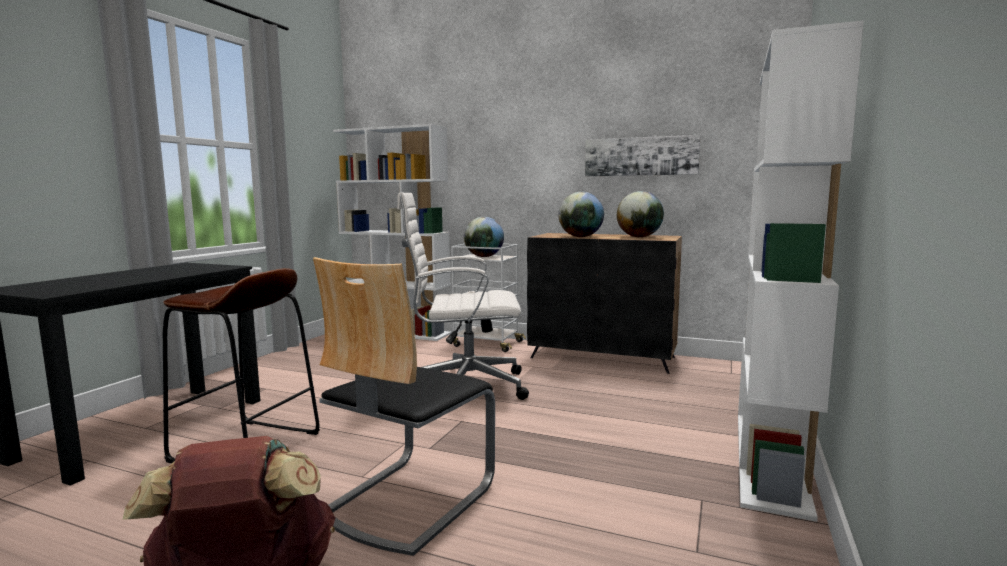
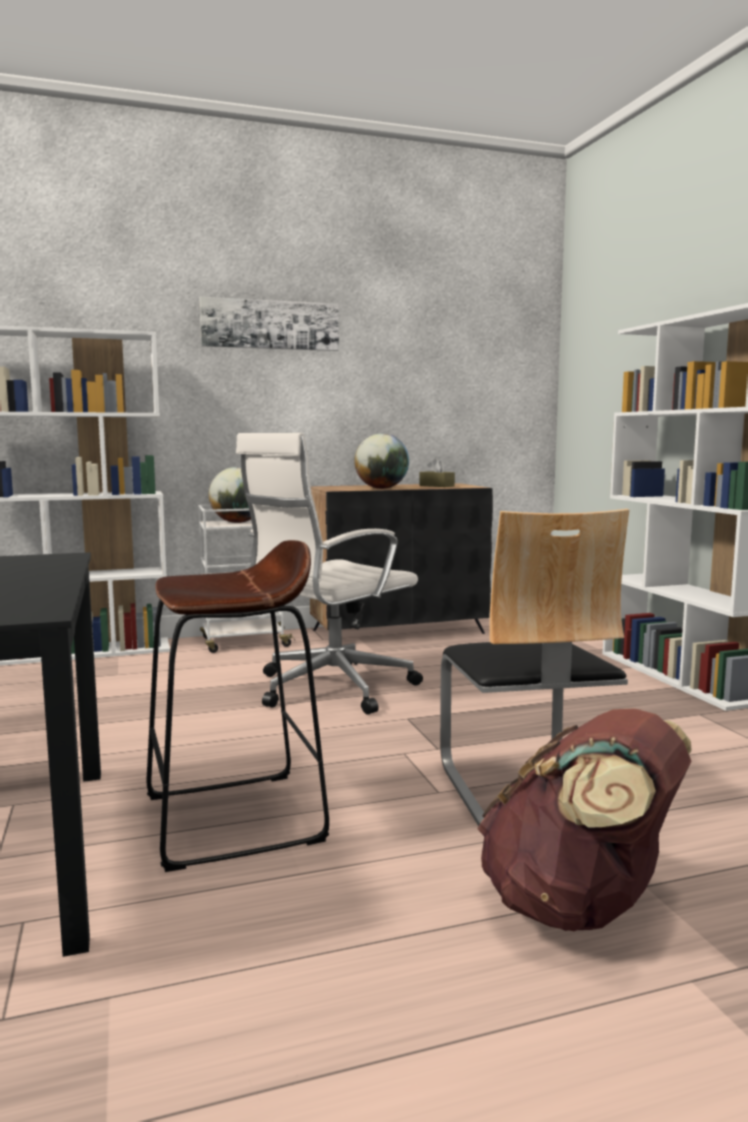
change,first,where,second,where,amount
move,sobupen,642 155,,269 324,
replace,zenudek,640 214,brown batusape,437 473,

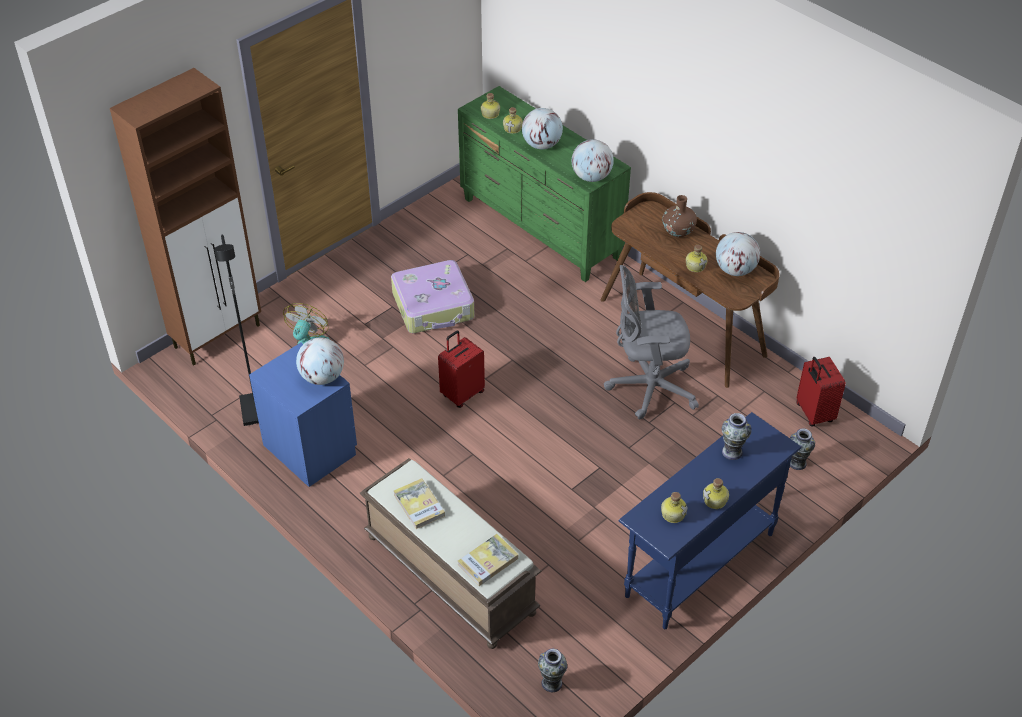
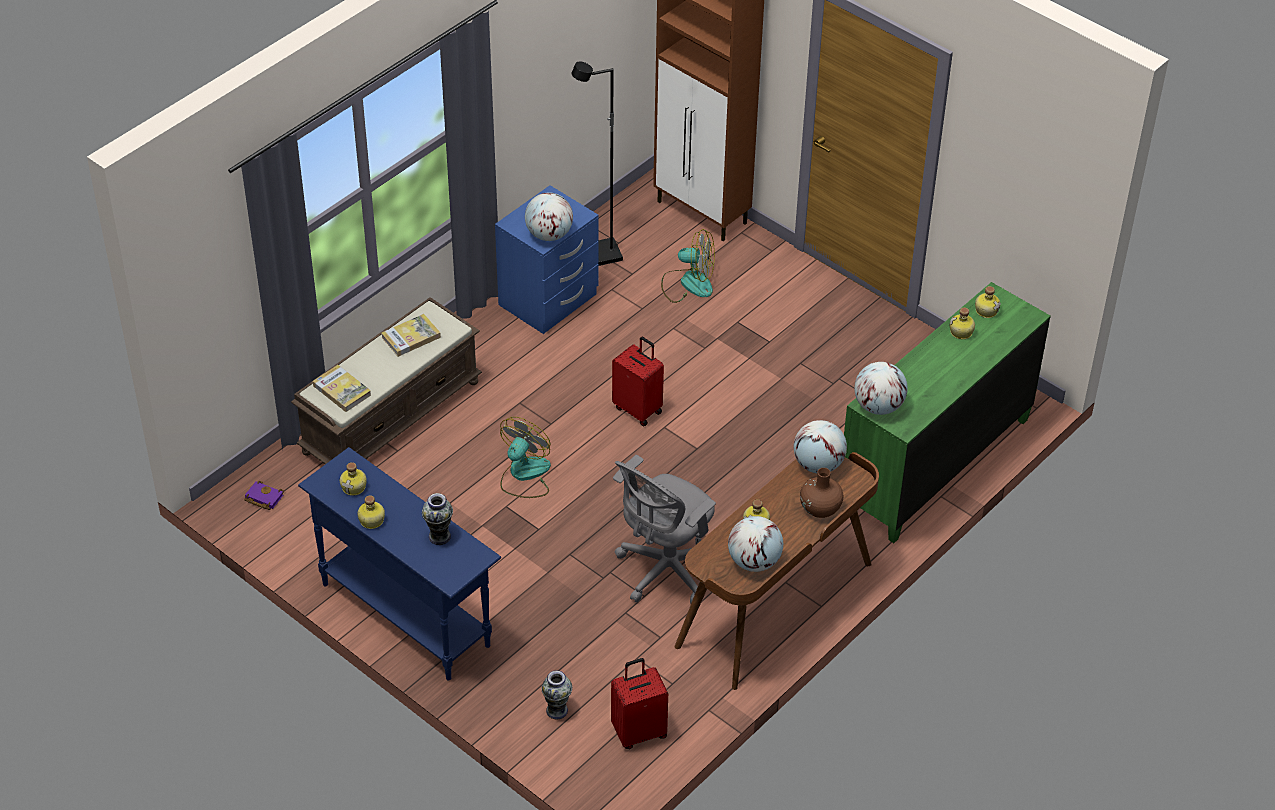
change,first,where,second,where,amount
move,zenudek,542 128,,820 446,
delete,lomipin,433 296,,,
rotate,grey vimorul,651 342,,664 529,135 degrees counterclockwise
replace,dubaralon,552 670,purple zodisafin,264 495,
insert,,,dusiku,525 457,

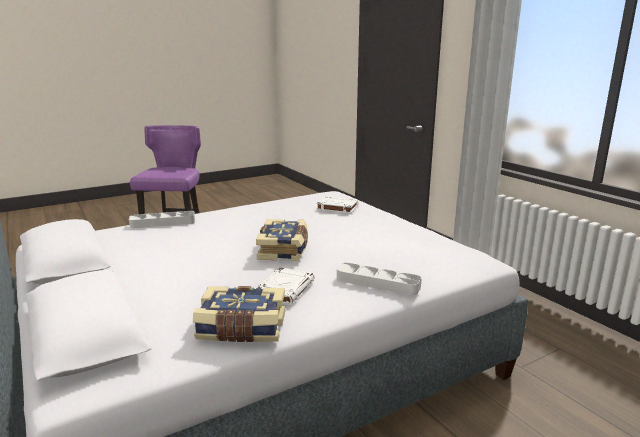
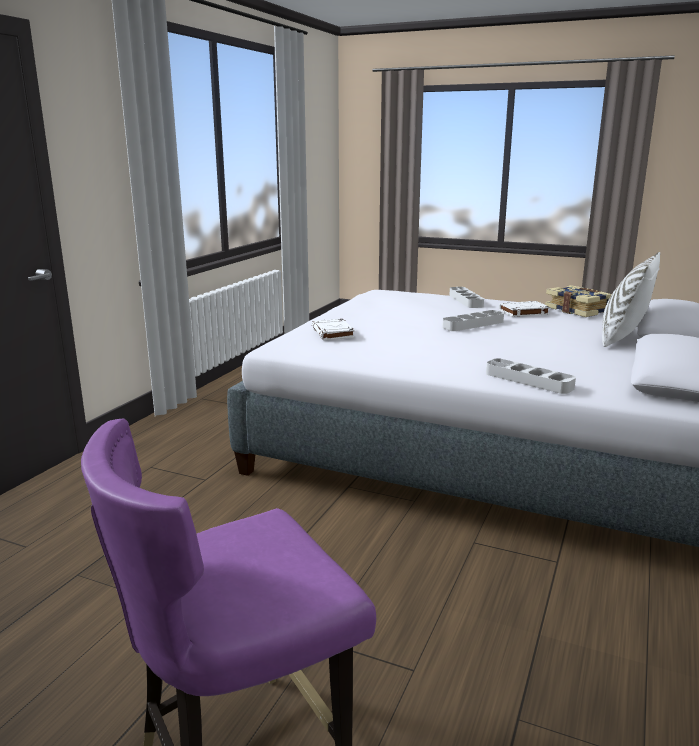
change,first,where,second,where,amount
replace,zodisafin,282 240,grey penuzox,473 320,
insert,,,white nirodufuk,631 299,

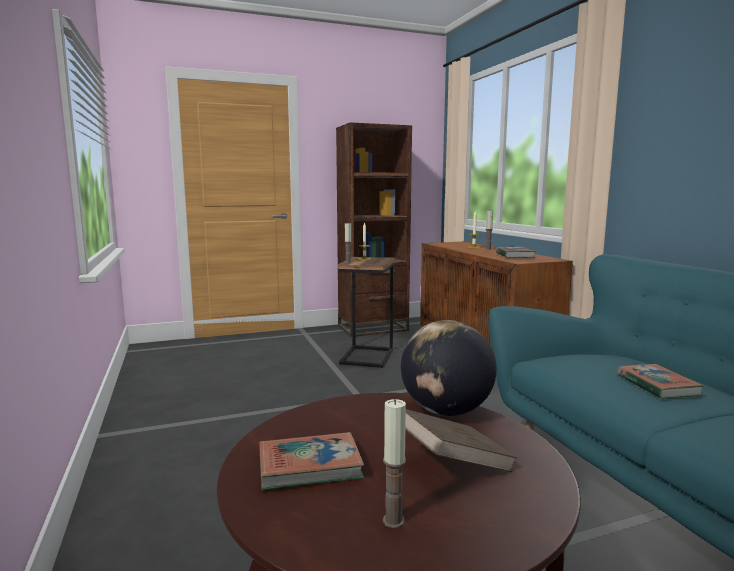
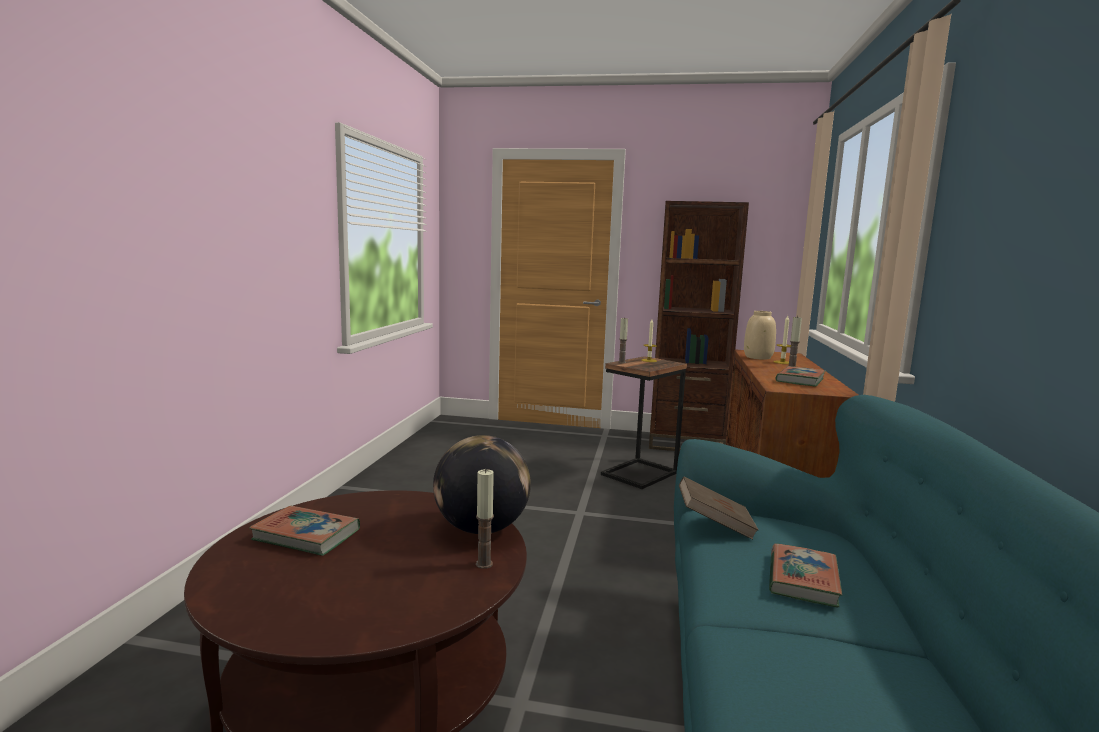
change,first,where,second,where,amount
move,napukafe,394 463,,485 519,
move,brown zodisafin,461 440,,719 508,
insert,,,beige dubaralon,760 335,

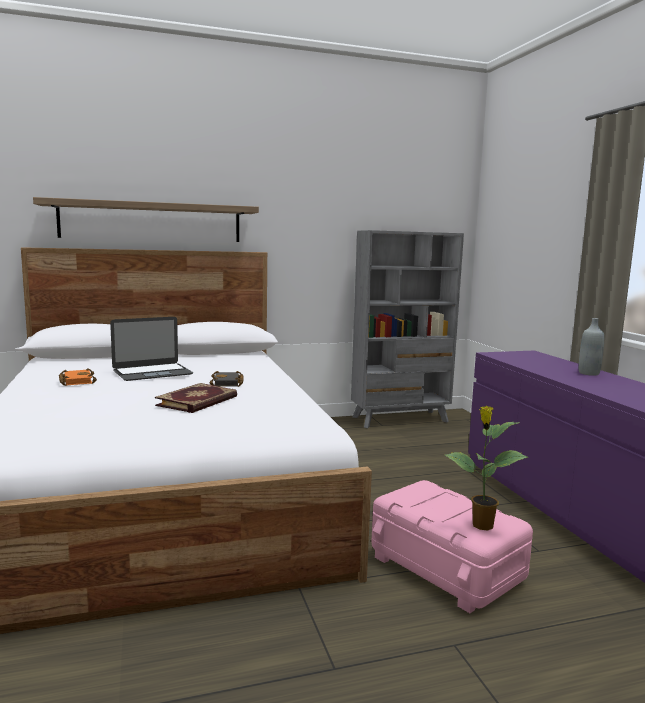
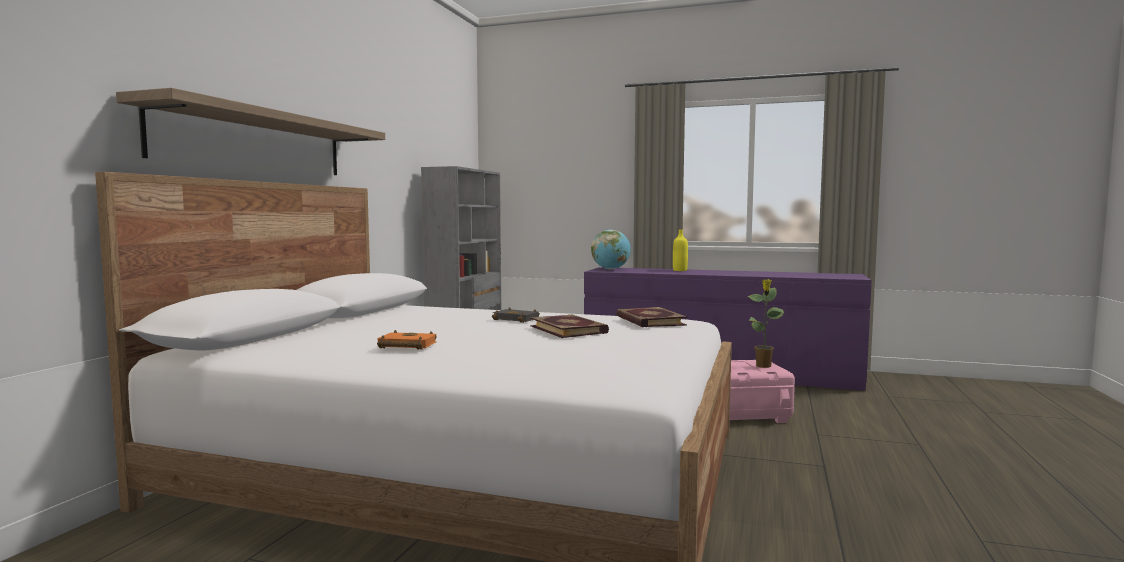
change,first,where,second,where,amount
delete,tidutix,151 349,,,
recolor,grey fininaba,591 347,yellow fininaba,680 250,
insert,,,zenudek,611 250,
insert,,,zodisafin,651 317,

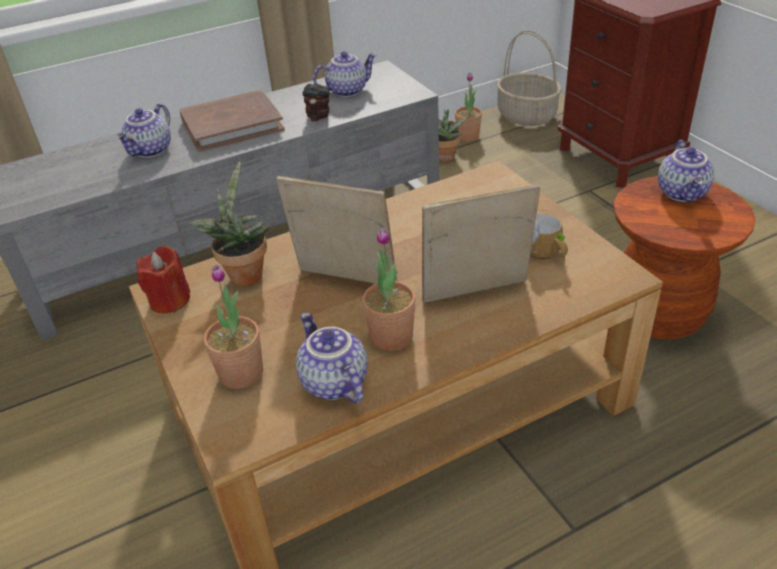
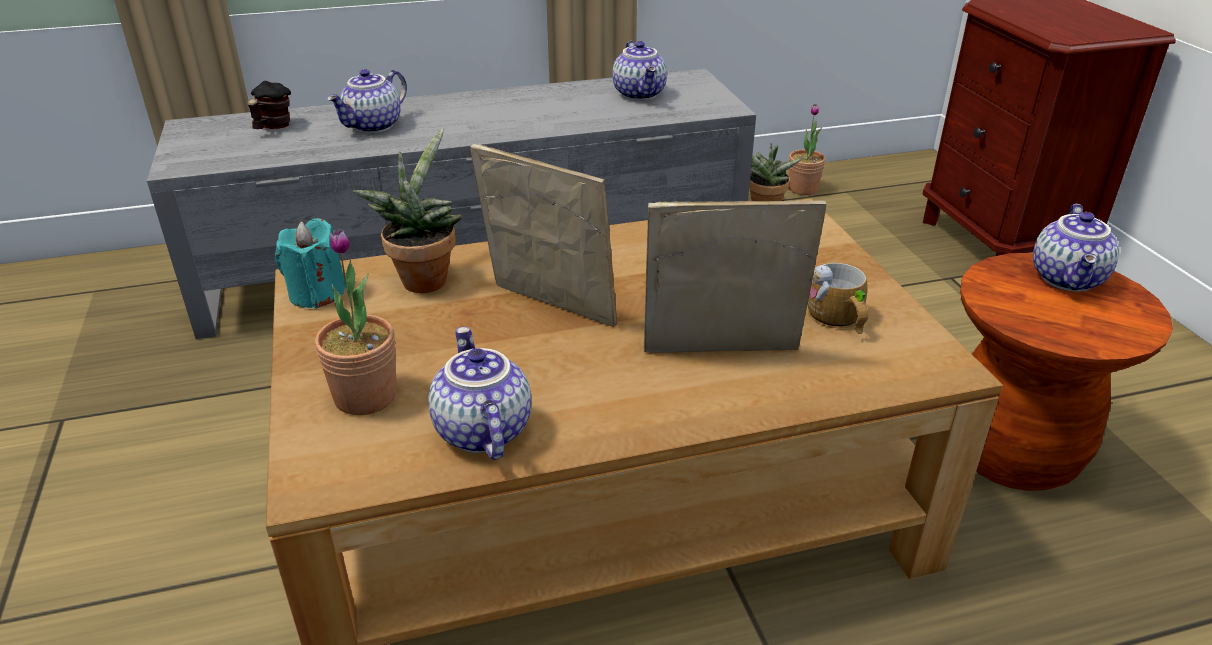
change,first,where,second,where,amount
delete,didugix,529 78,,,
rotate,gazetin,344 74,,640 71,90 degrees clockwise
move,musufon,316 102,,269 105,
delete,brown zodisafin,232 121,,,
delete,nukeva,389 289,,,
recolor,red napukafe,163 279,turquoise napukafe,310 263,

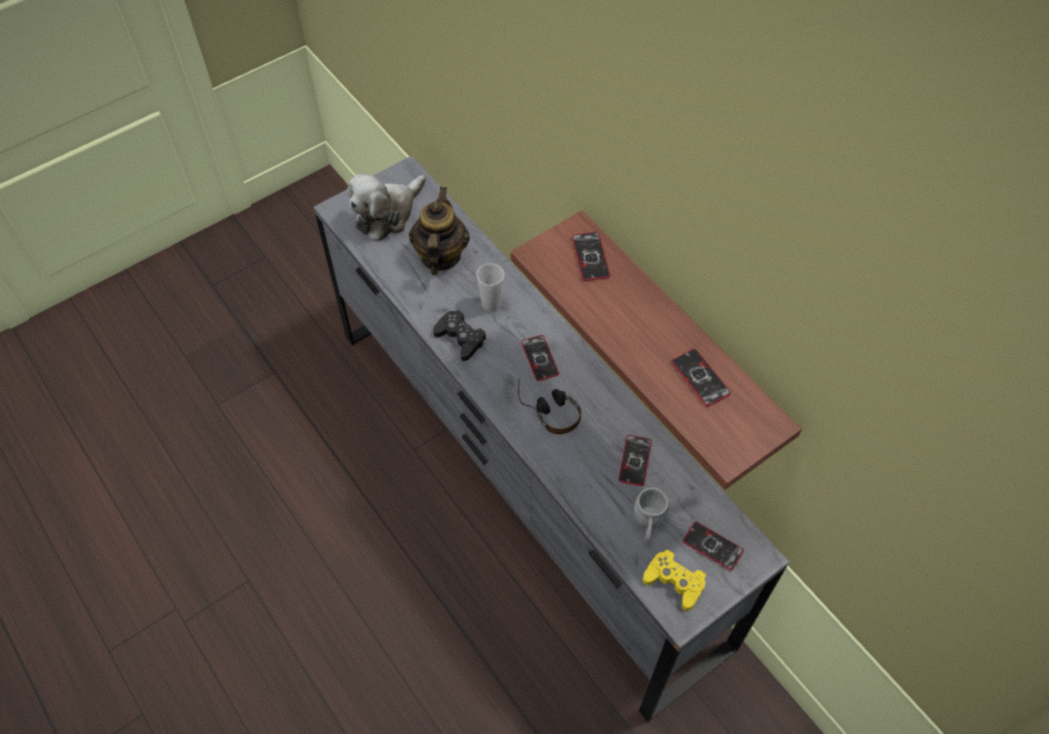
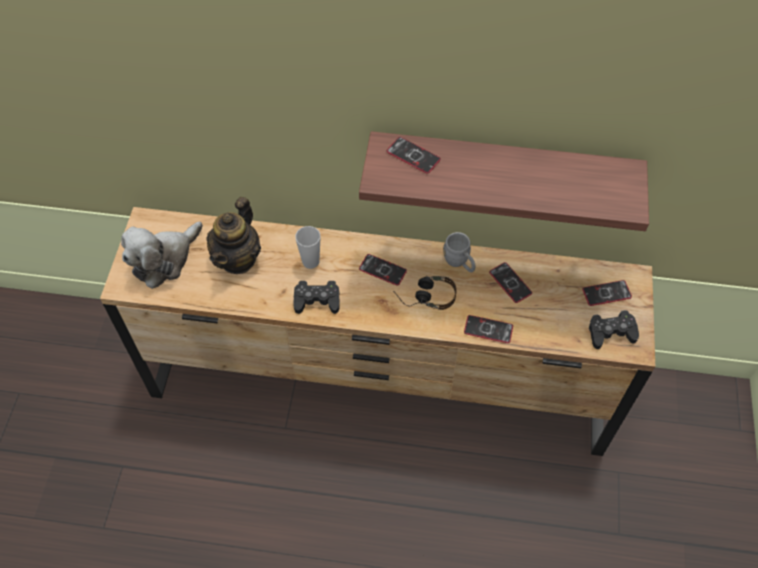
change,first,where,second,where,amount
recolor,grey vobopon,551 439,brown vobopon,377 331,
rotate,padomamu,386 208,,162 255,45 degrees clockwise
rotate,gazetin,439 231,,233 235,120 degrees counterclockwise
move,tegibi,701 378,,488 329,
move,grey musufon,651 515,,459 252,
recolor,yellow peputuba,674 580,black peputuba,614 329,

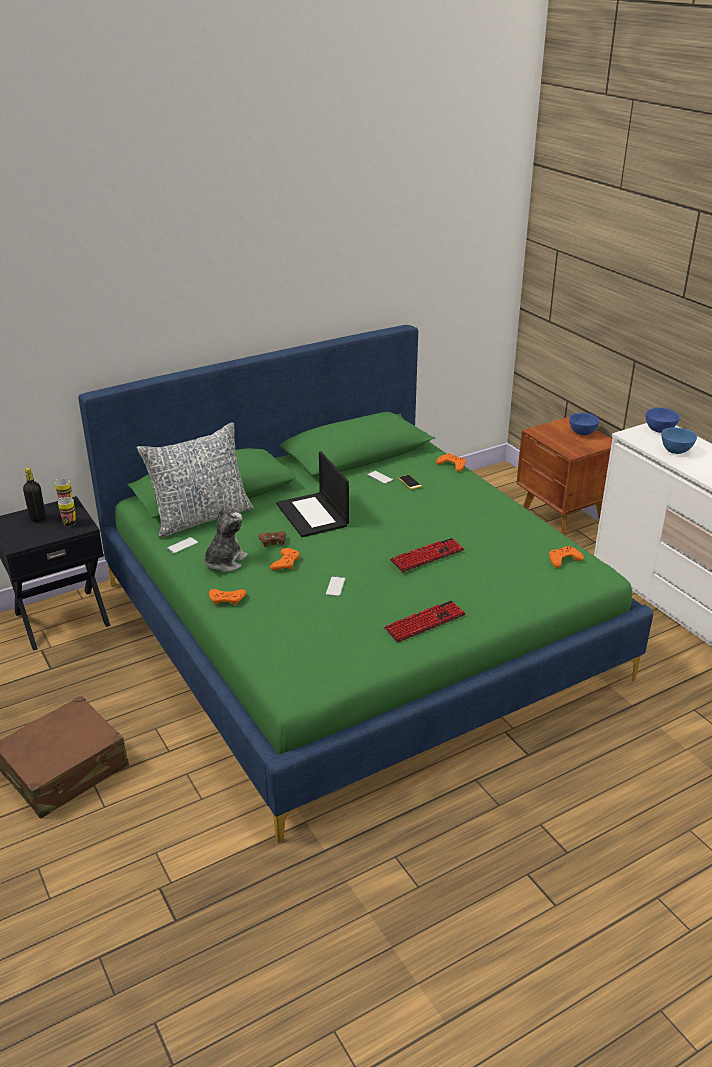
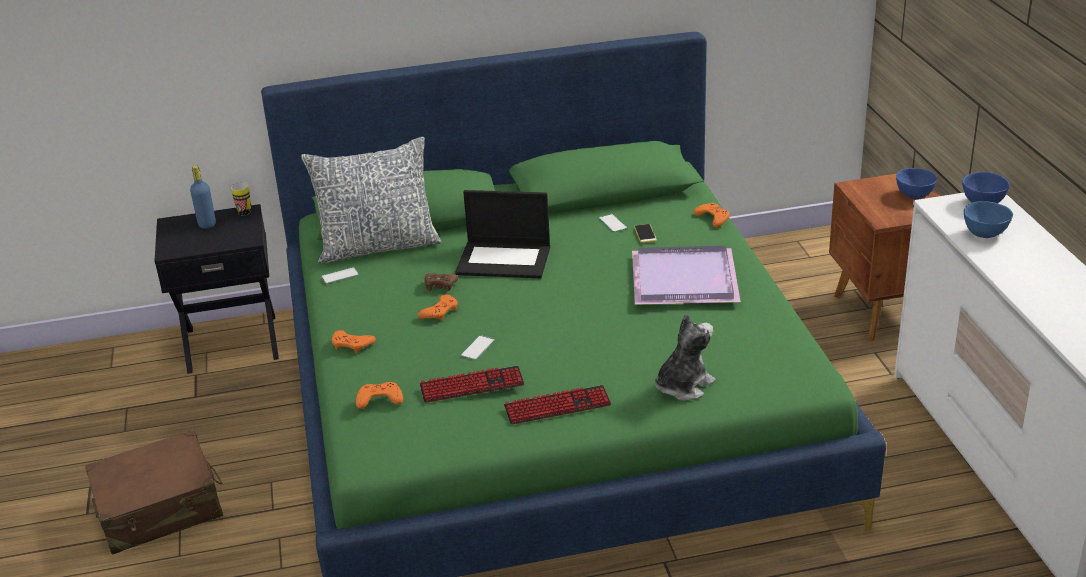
change,first,where,second,where,amount
rotate,tidutix,312 494,,502 234,75 degrees counterclockwise
recolor,black fininaba,34 494,blue fininaba,203 197,
delete,musufon,67 512,,,
move,padomamu,226 539,,685 357,
move,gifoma,427 555,,471 384,
move,orange peputuba,566 557,,379 395,
insert,,,purple penuzox,686 275,

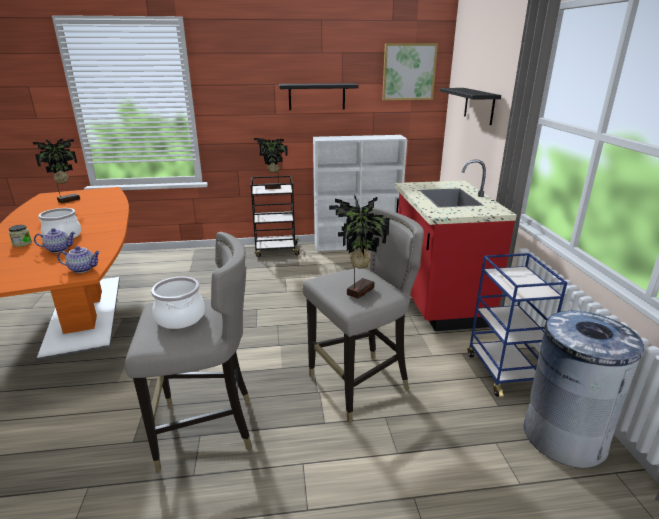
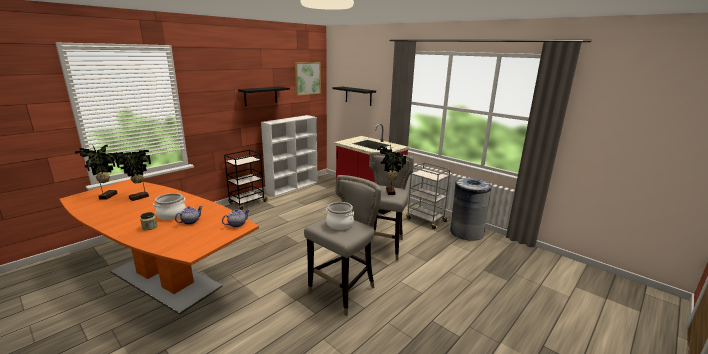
change,first,where,second,where,amount
move,nukeva,271 163,,131 175,
recolor,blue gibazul,517 325,grey gibazul,428 195,

